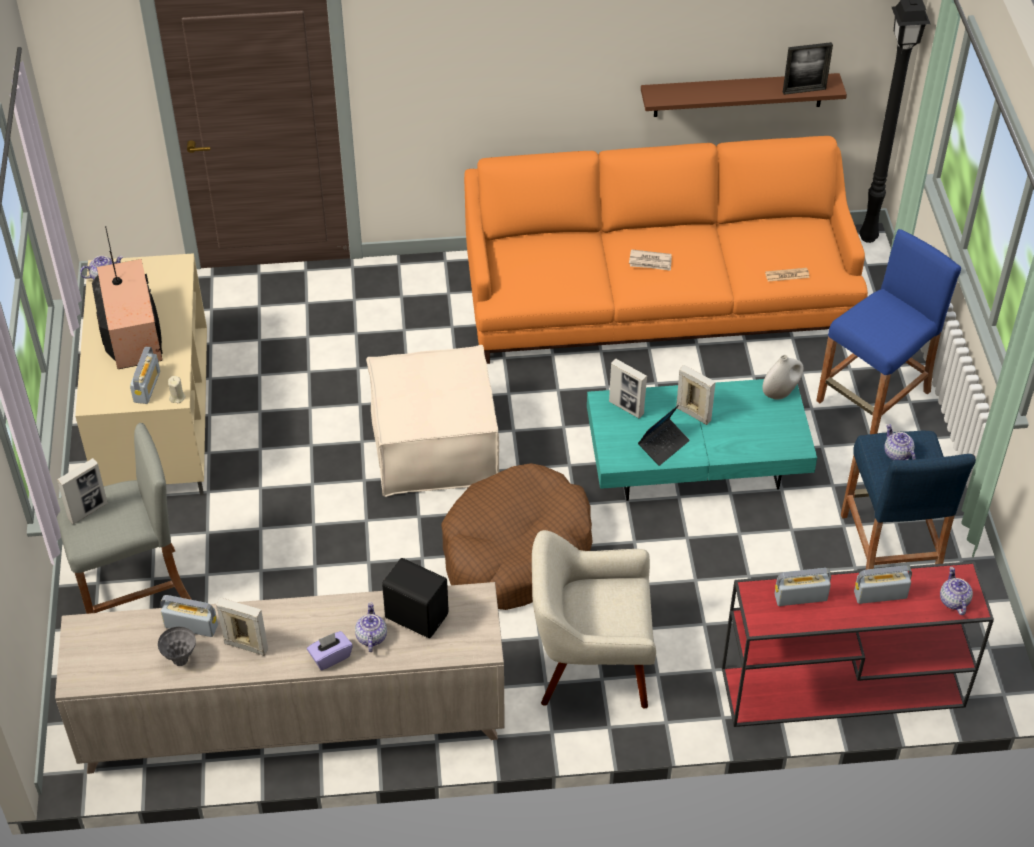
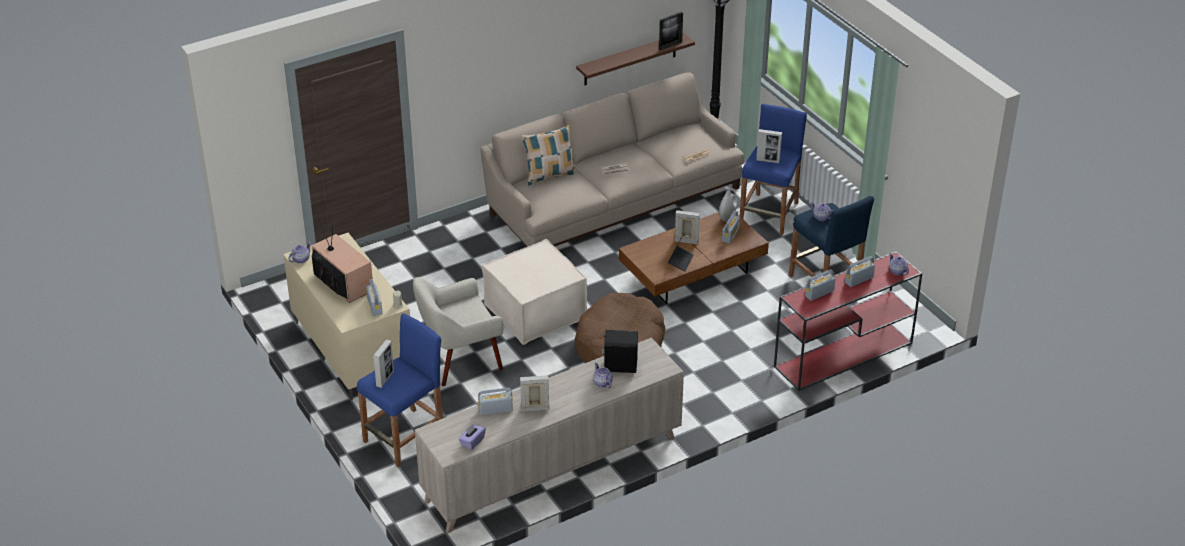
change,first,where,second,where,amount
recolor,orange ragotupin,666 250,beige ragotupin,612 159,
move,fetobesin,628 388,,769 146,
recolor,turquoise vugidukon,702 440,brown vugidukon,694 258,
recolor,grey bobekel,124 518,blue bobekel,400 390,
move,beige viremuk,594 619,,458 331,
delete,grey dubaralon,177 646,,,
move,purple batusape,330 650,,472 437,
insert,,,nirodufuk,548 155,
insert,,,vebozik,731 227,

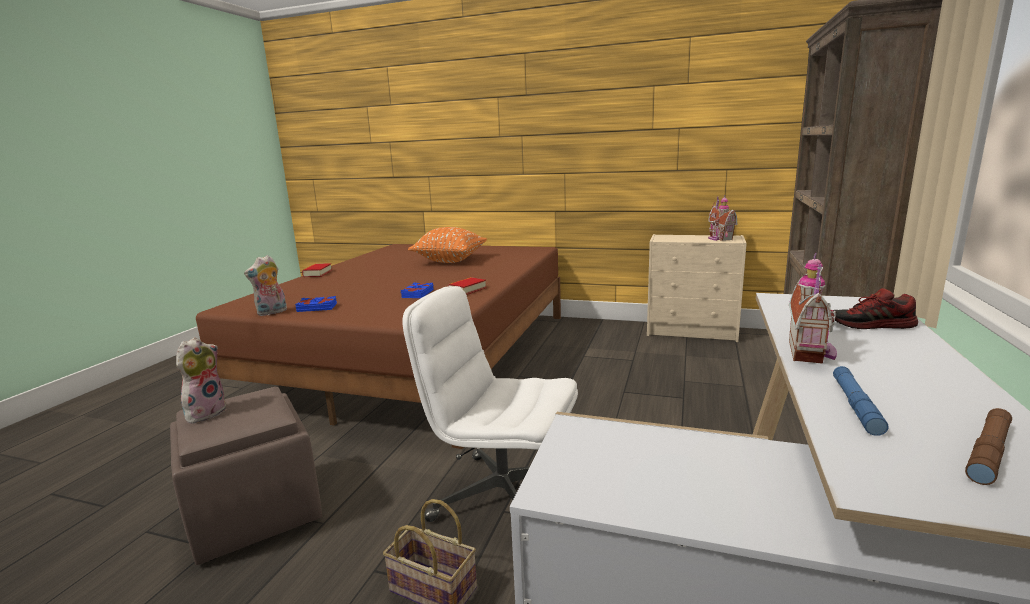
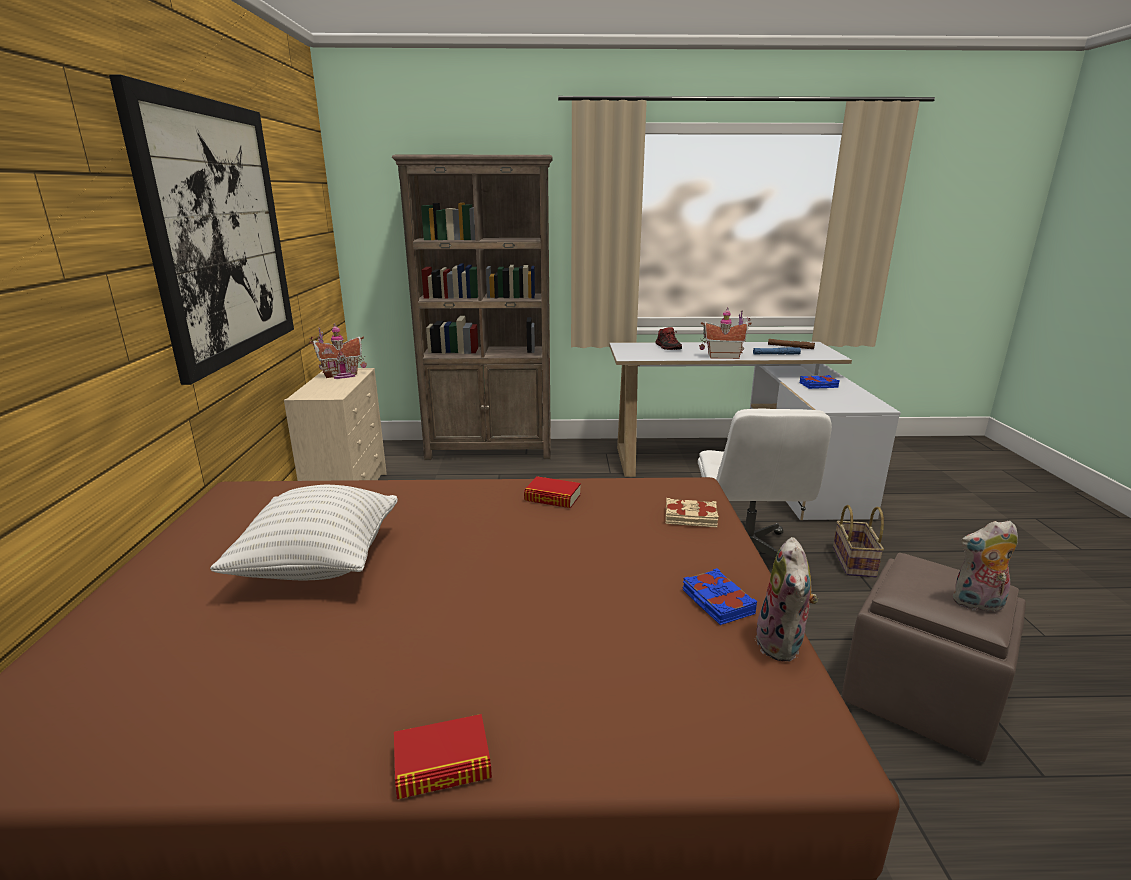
change,first,where,second,where,amount
recolor,orange nirodufuk,447 245,white nirodufuk,304 532,
rotate,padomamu,265 285,,786 599,75 degrees clockwise
move,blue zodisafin,417 290,,820 382,
insert,,,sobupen,201 230,
insert,,,beige zodisafin,692 513,

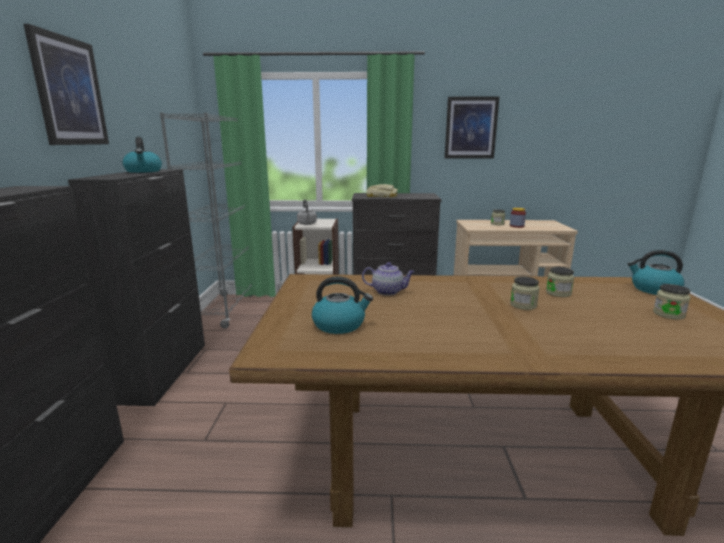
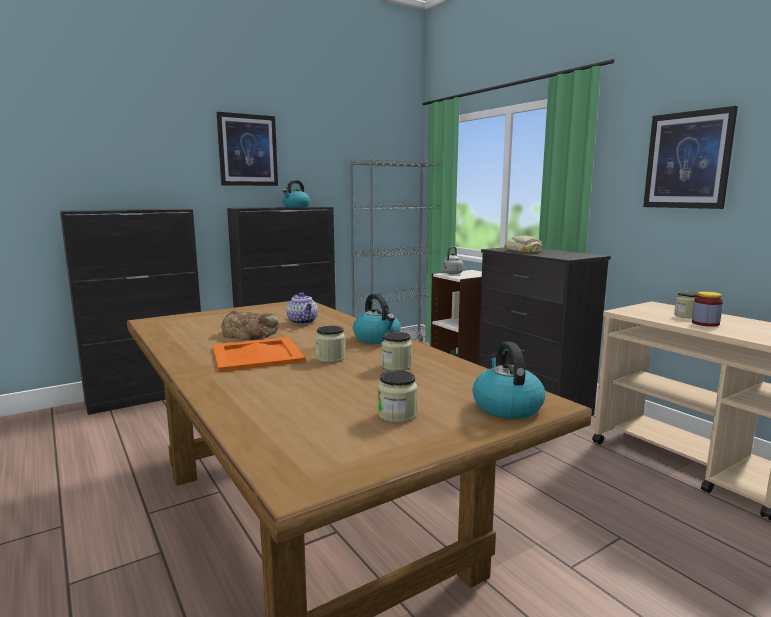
change,first,where,second,where,amount
move,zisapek,342 305,,377 318,
insert,,,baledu,250 325,
insert,,,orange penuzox,259 354,

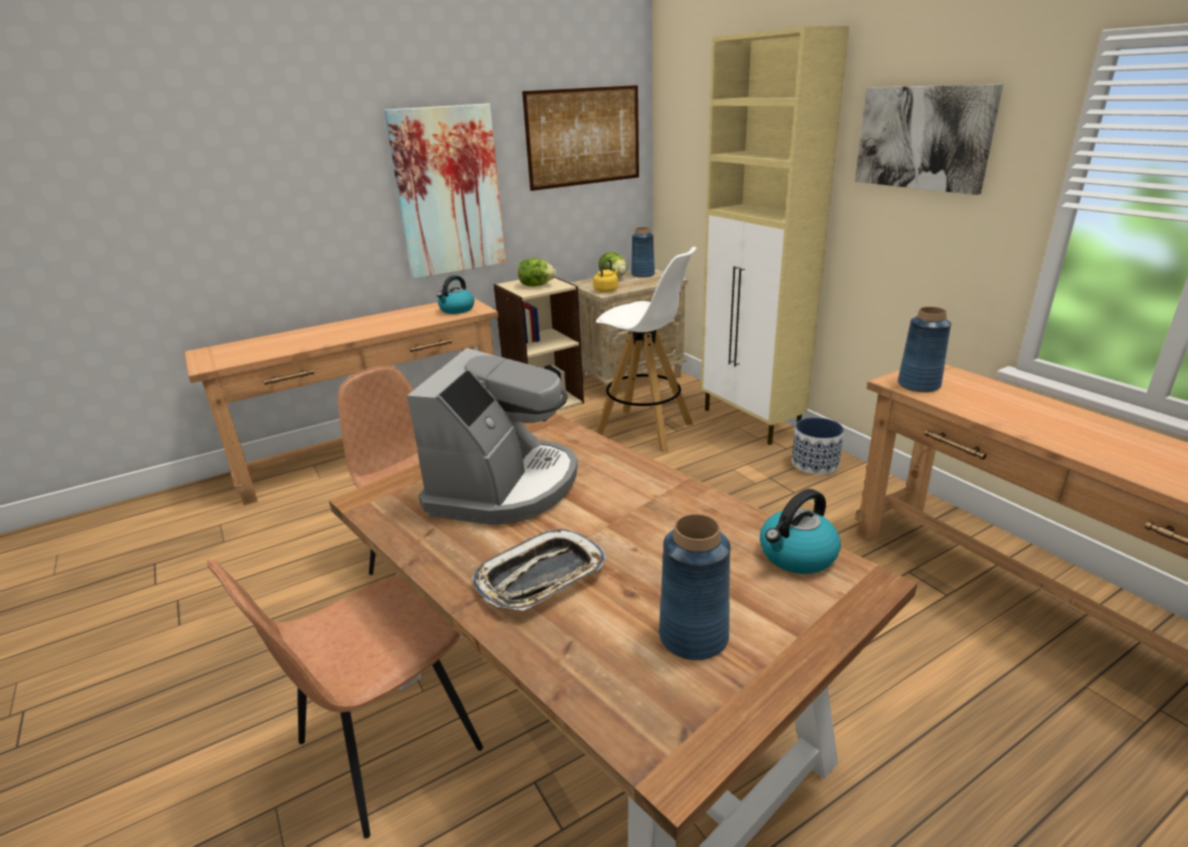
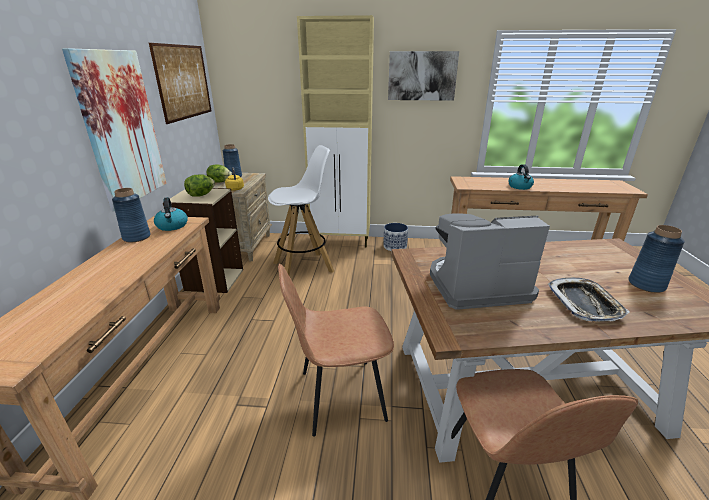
change,first,where,second,where,amount
move,blue dubaralon,924 350,,131 215,
rotate,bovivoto,492 436,,490 261,60 degrees counterclockwise
move,zisapek,800 531,,521 177,

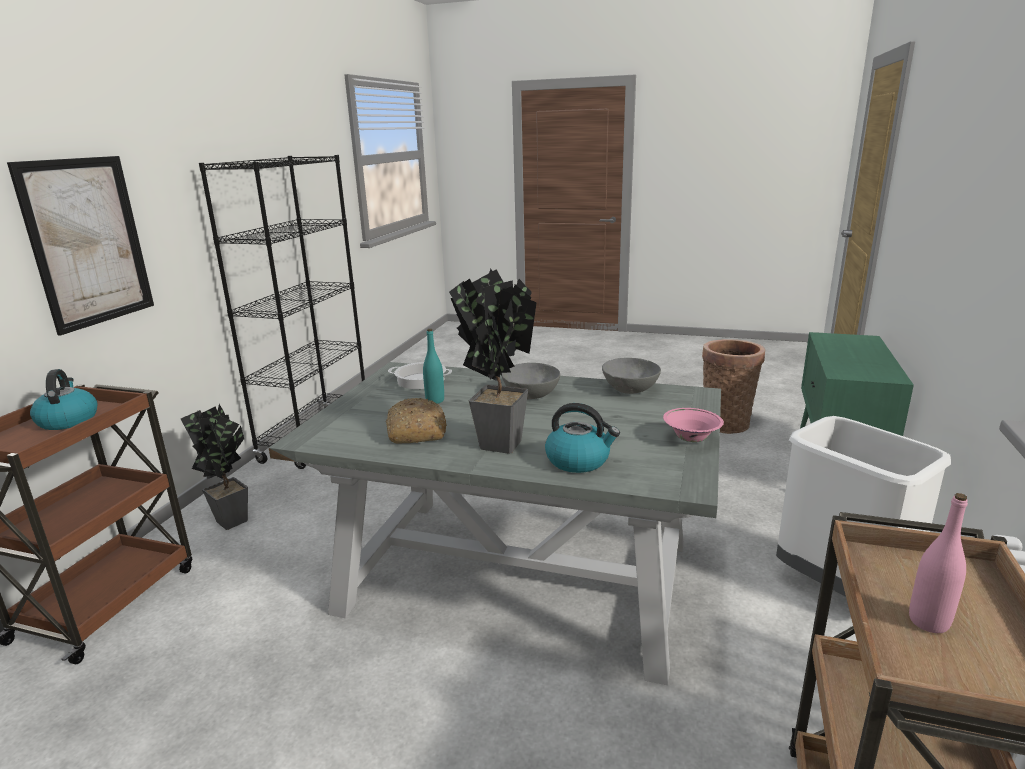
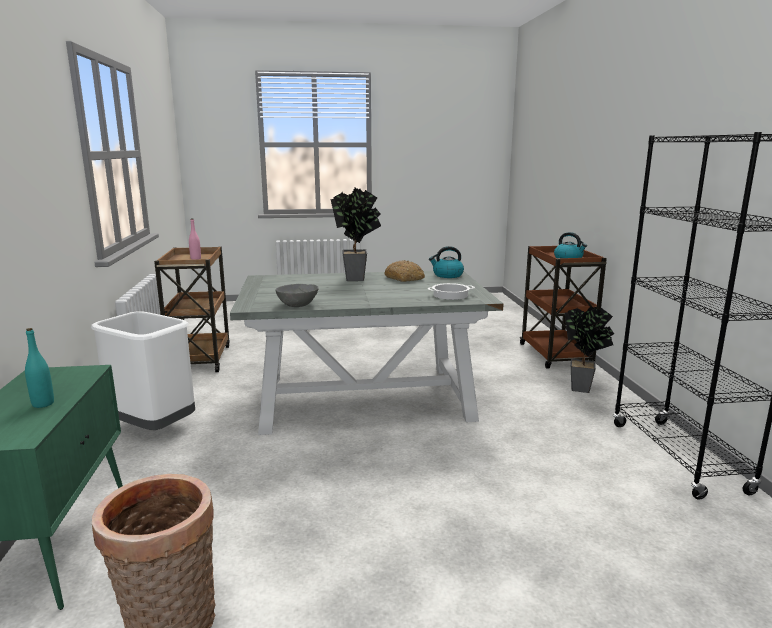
change,first,where,second,where,amount
delete,sobupen,80 246,,,
move,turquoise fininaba,433 366,,39 368,
delete,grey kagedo,531 381,,,
move,zisapek,582 438,,446 262,
delete,pink kagedo,693 425,,,

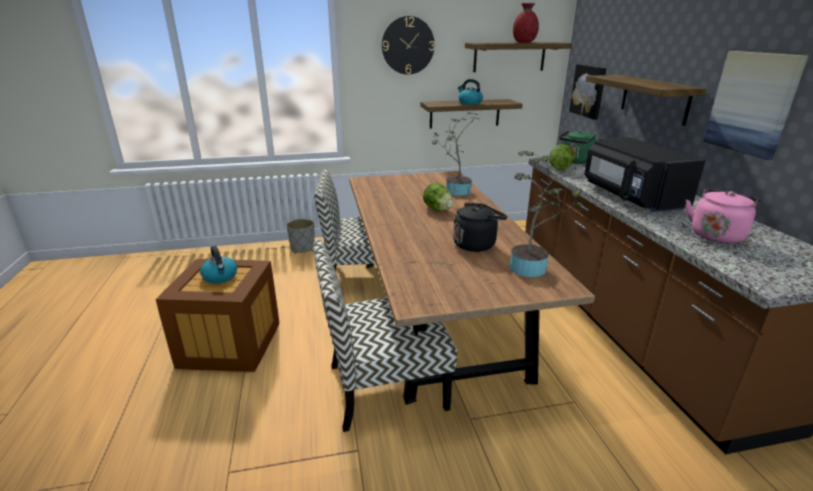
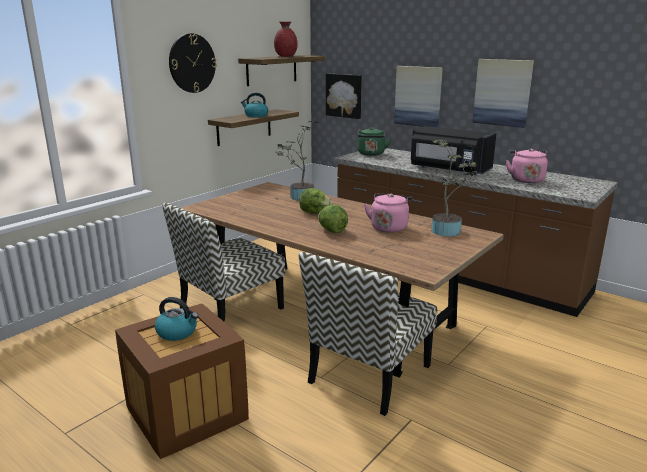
change,first,where,second,where,amount
replace,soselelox,646 100,sobupen,418 96,
move,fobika,561 157,,333 218,
recolor,black zisapek,480 227,pink zisapek,388 213,
delete,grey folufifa,300 236,,,

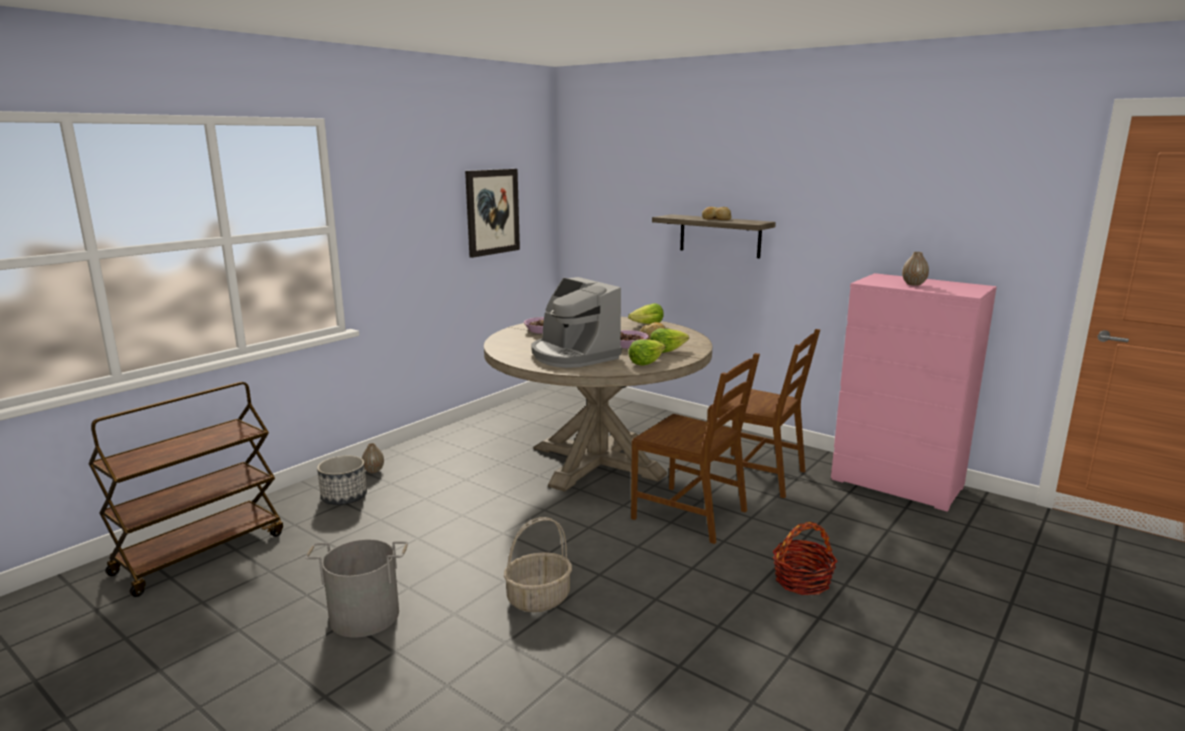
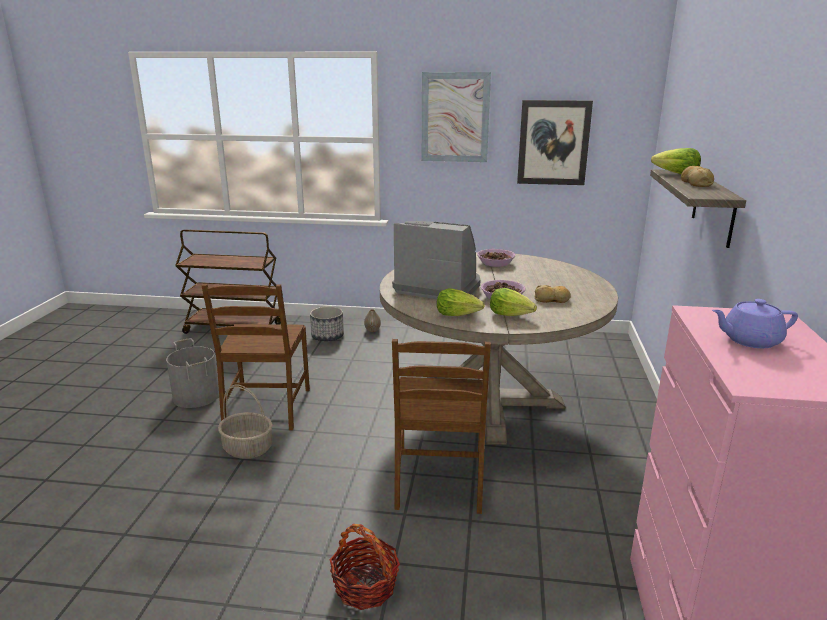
change,first,where,second,where,amount
replace,dubaralon,915 269,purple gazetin,755 323,
rotate,bovivoto,576 322,,436 260,90 degrees clockwise
move,fobika,646 313,,676 161,
move,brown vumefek,763 413,,256 357,
insert,,,sobupen,456 117,

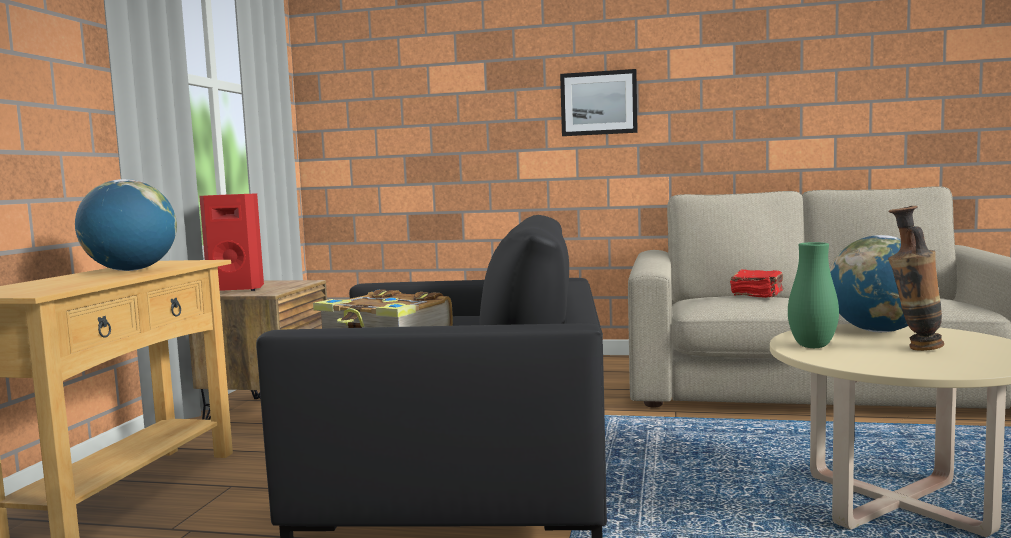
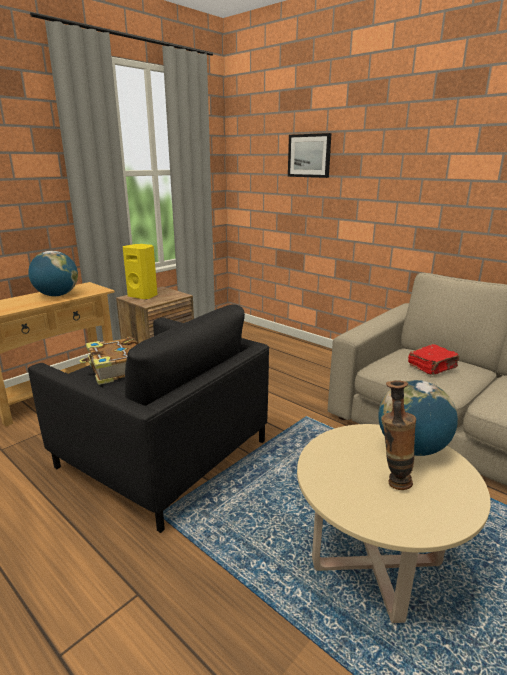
change,first,where,second,where,amount
move,sobupen,599 102,,310 155,
recolor,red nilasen,231 242,yellow nilasen,140 272,
delete,green dubaralon,813 295,,,

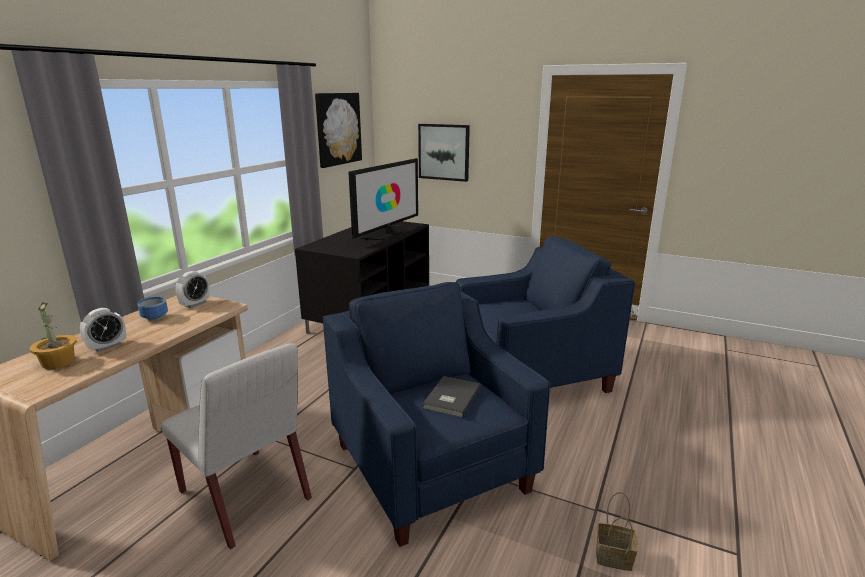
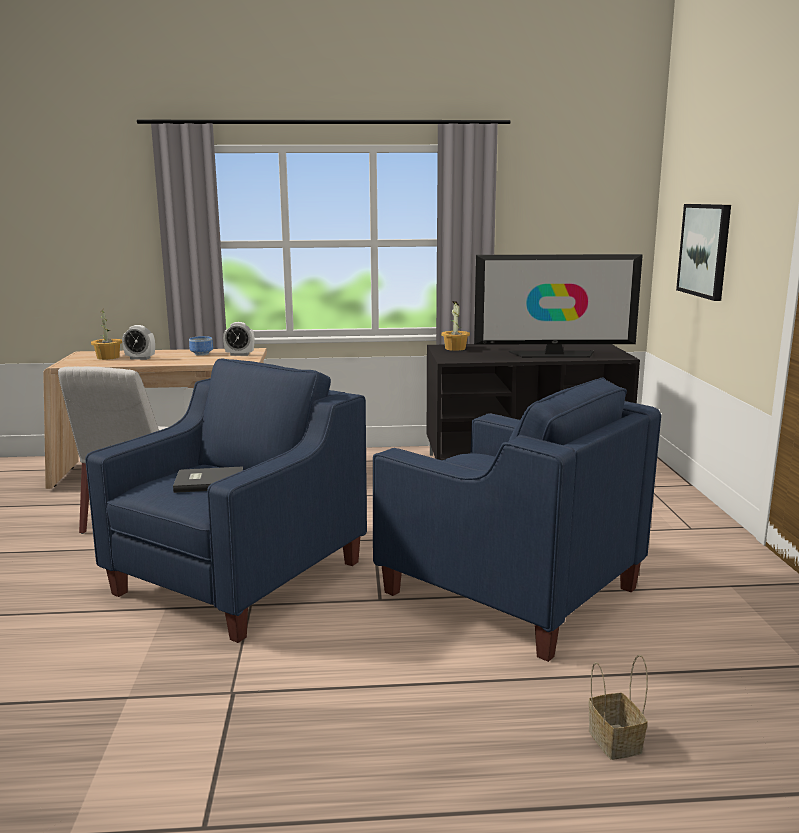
change,first,where,second,where,amount
delete,sobupen,338 130,,,
move,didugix,617 531,,618 707,
insert,,,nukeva,455 326,

